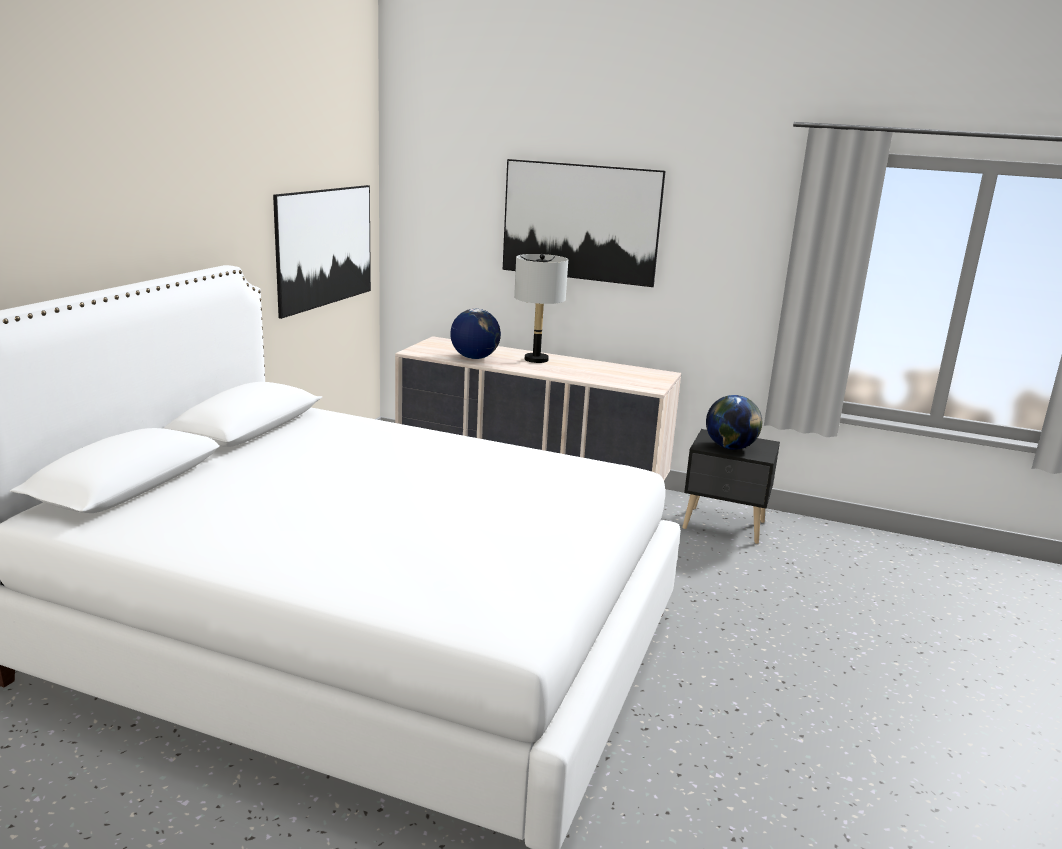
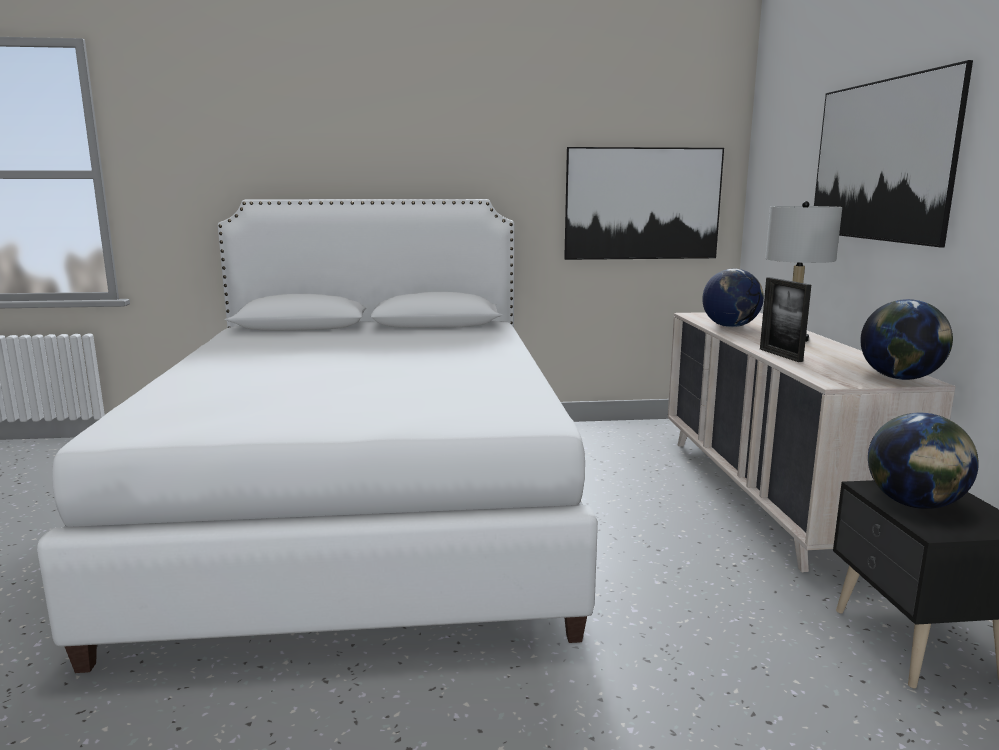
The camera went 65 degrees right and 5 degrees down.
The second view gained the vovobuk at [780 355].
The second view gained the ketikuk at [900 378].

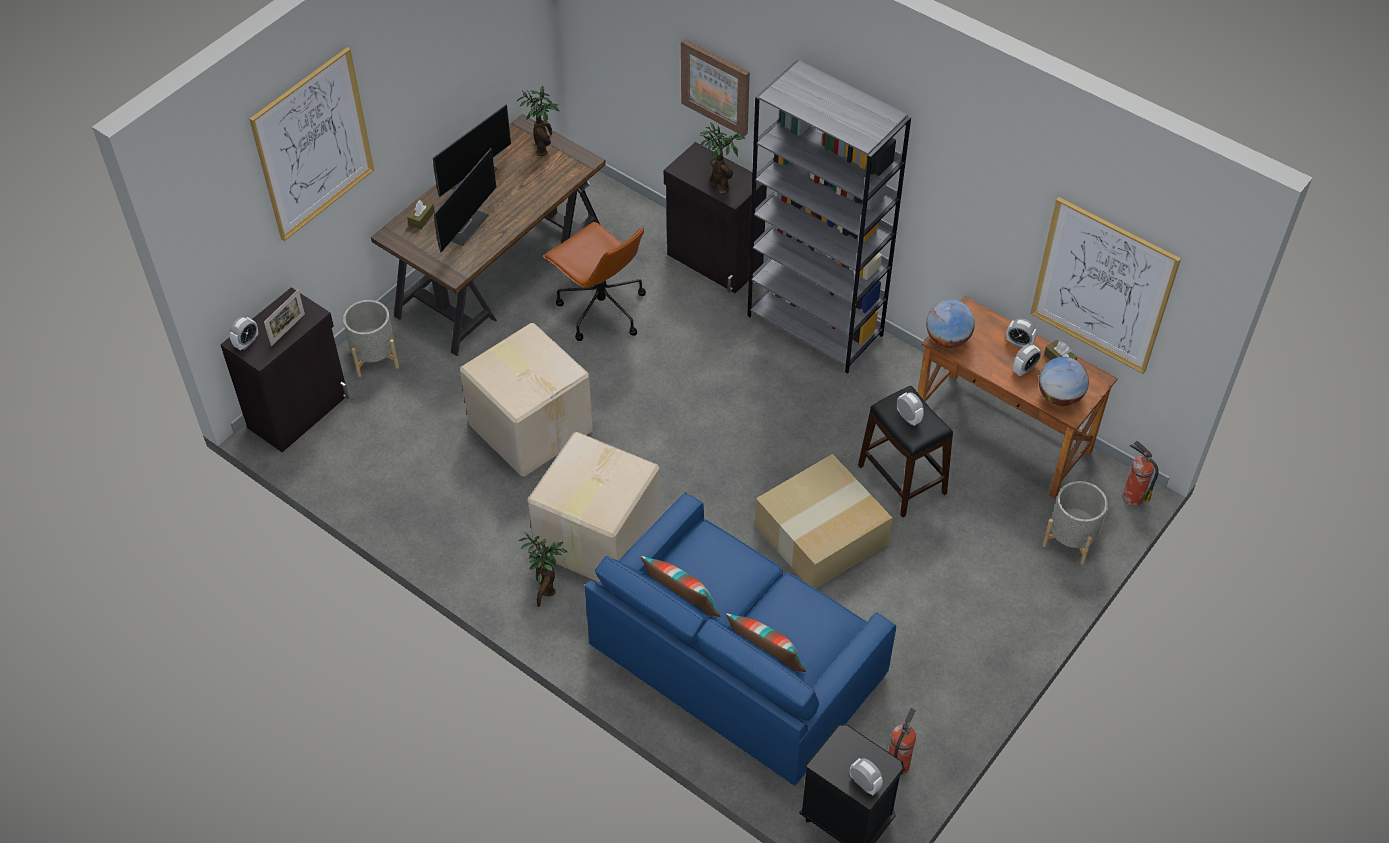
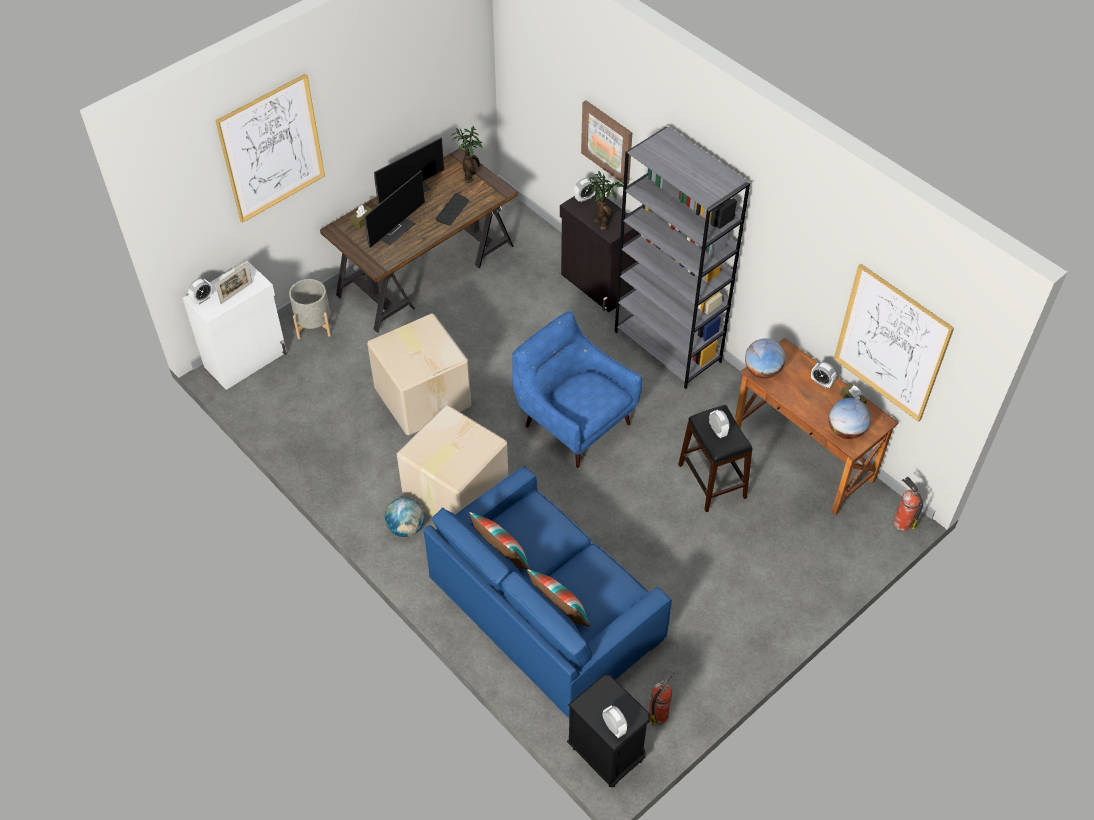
The camera went 10 degrees right and 0 degrees up.
What was the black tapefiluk at [300 411] turned into the white tapefiluk at [247 360].
Where the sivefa stood at [546 589], the ketikuk came to stand at [406 528].
The second view lost the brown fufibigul at [601 309].
The second view lost the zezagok at [821 536].
The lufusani ended up elsewhere, having gone from [1024 369] to [584 198].
The second view lost the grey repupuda at [1071 539].
The second view gained the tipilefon at [452 210].
The second view gained the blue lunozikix at [573 421].

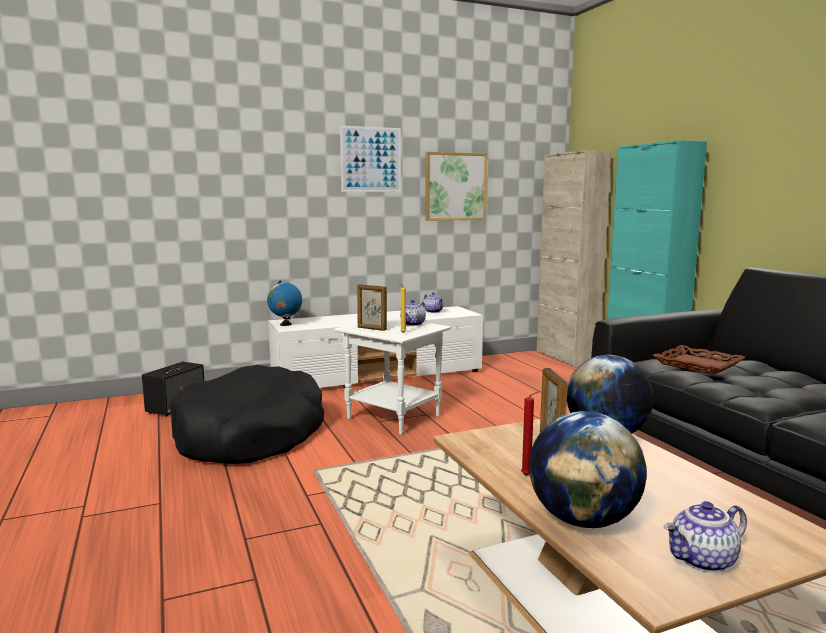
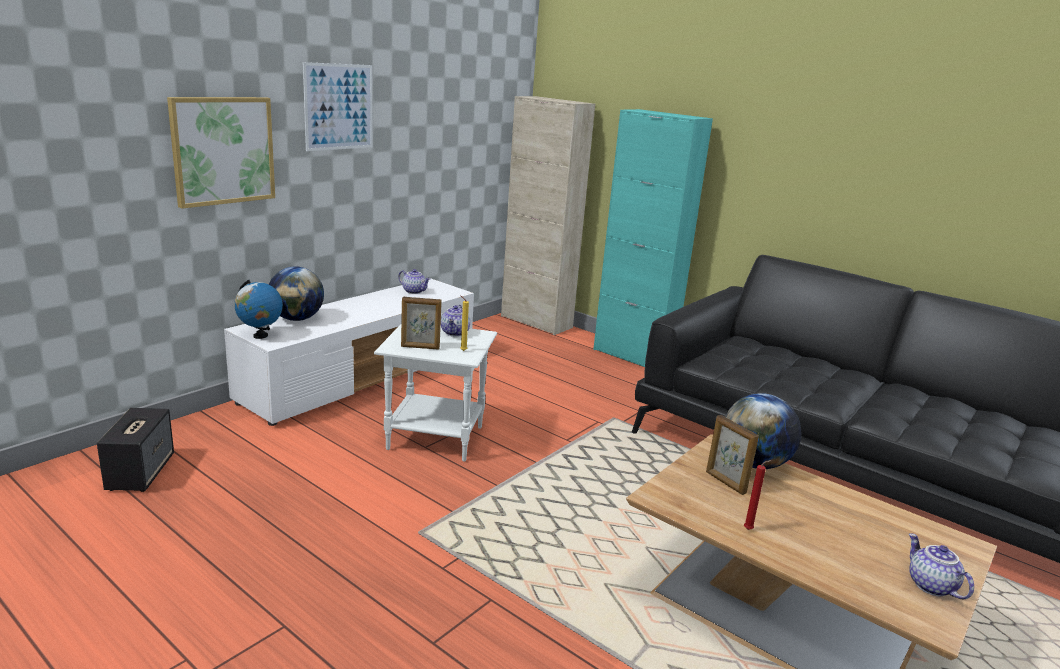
The camera went 30 degrees left and 10 degrees up.
The second view lost the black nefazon at [250 435].
The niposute ended up elsewhere, having gone from [455 186] to [223 150].
The ketikuk ended up elsewhere, having gone from [583 520] to [297 319].
The second view lost the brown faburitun at [697 365].
The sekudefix at [703 561] ended up facing another way, 120 degrees clockwise from before.

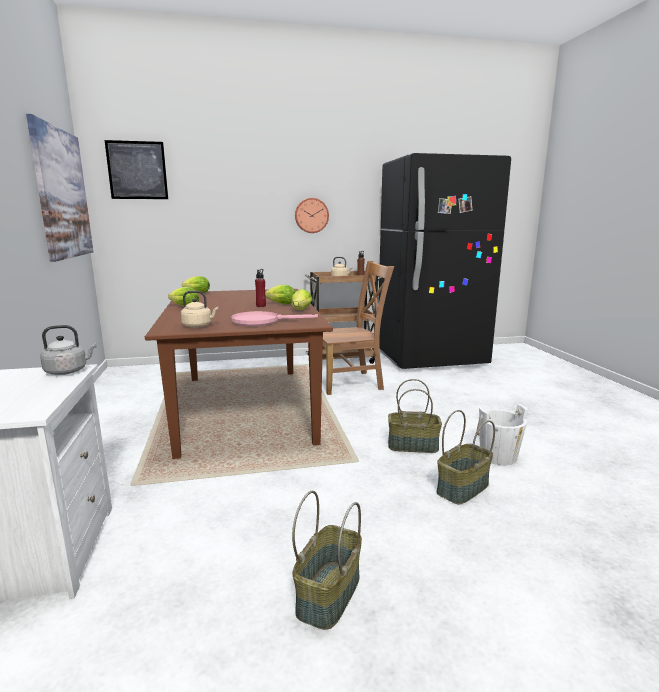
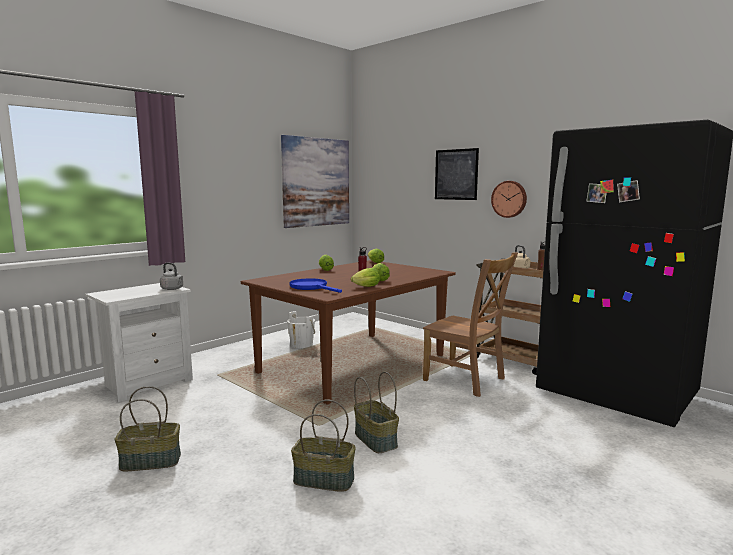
The camera went 55 degrees right and 5 degrees down.
The niposute ended up elsewhere, having gone from [137 170] to [456 174].
The second view lost the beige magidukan at [198 326].
What was the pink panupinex at [262 321] turned into the blue panupinex at [312 287].
The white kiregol ended up elsewhere, having gone from [498 456] to [301 345].

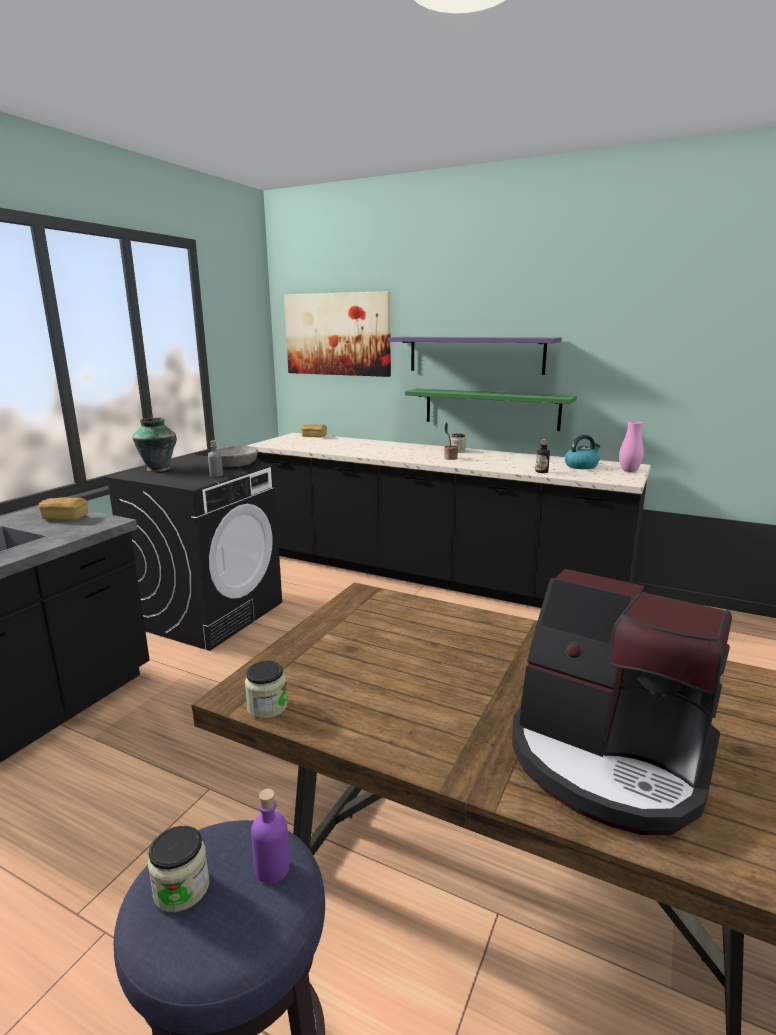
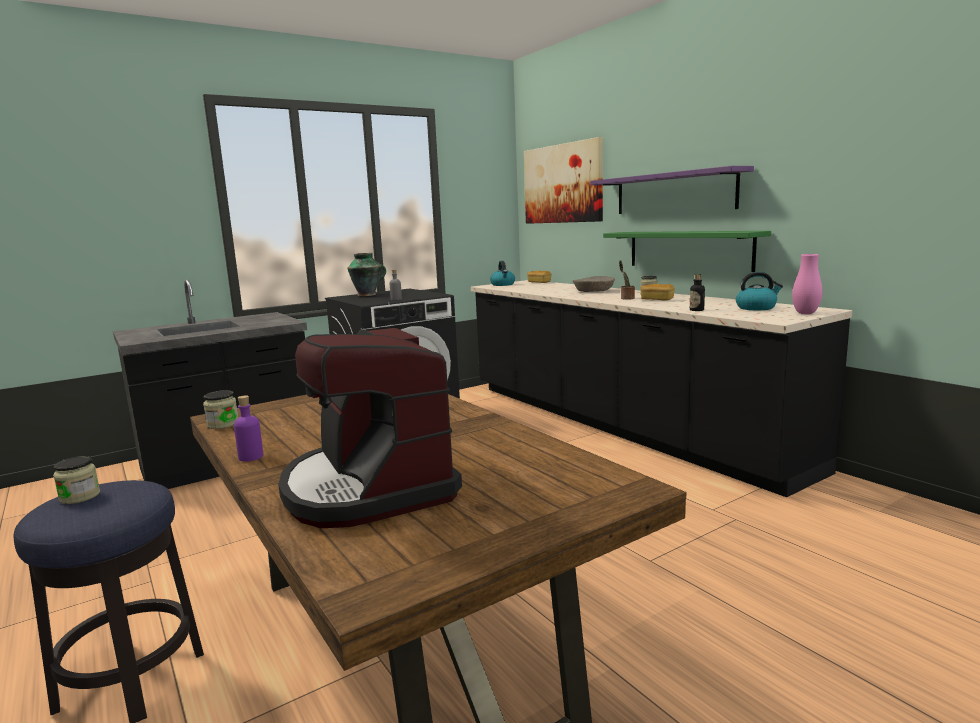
The camera went 30 degrees right and 5 degrees down.
The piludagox ended up elsewhere, having gone from [65 518] to [657 299].
The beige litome ended up elsewhere, having gone from [234 465] to [593 291].
The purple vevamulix ended up elsewhere, having gone from [272 868] to [251 457].
The second view gained the magidukan at [503 284].

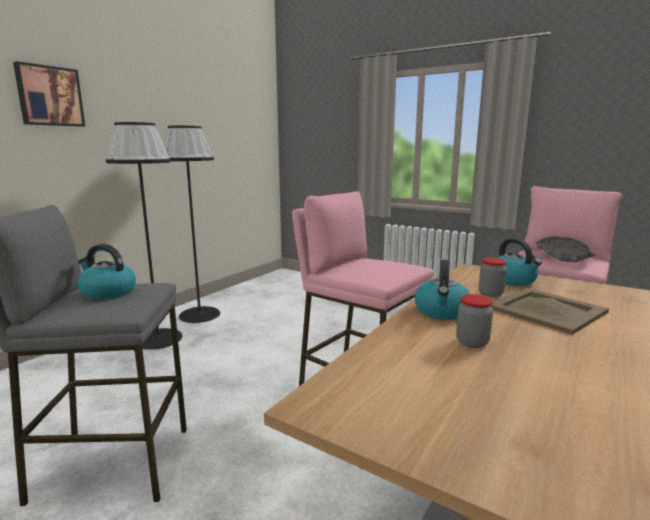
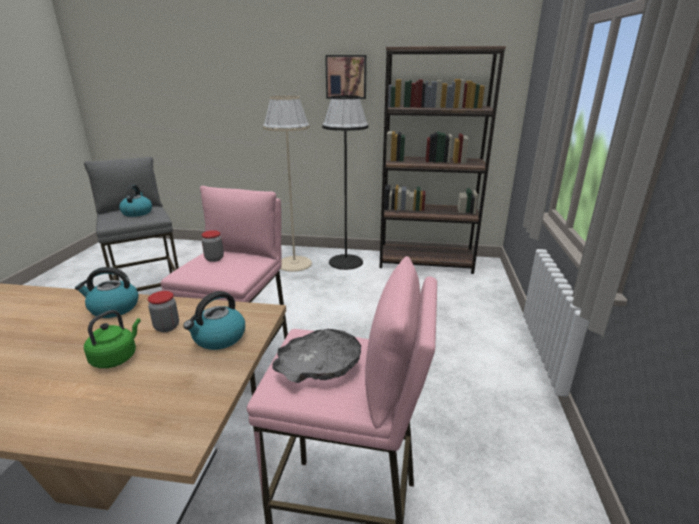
The camera went 65 degrees right and 10 degrees up.
The niposute ended up elsewhere, having gone from [49 96] to [346 77].
What was the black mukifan at [158 339] turned into the beige mukifan at [294 263].
The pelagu ended up elsewhere, having gone from [472 342] to [214 258].
Where the beige faburitun stood at [545 310], the green magidukan came to stand at [116 357].
The second view gained the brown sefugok at [426 263].

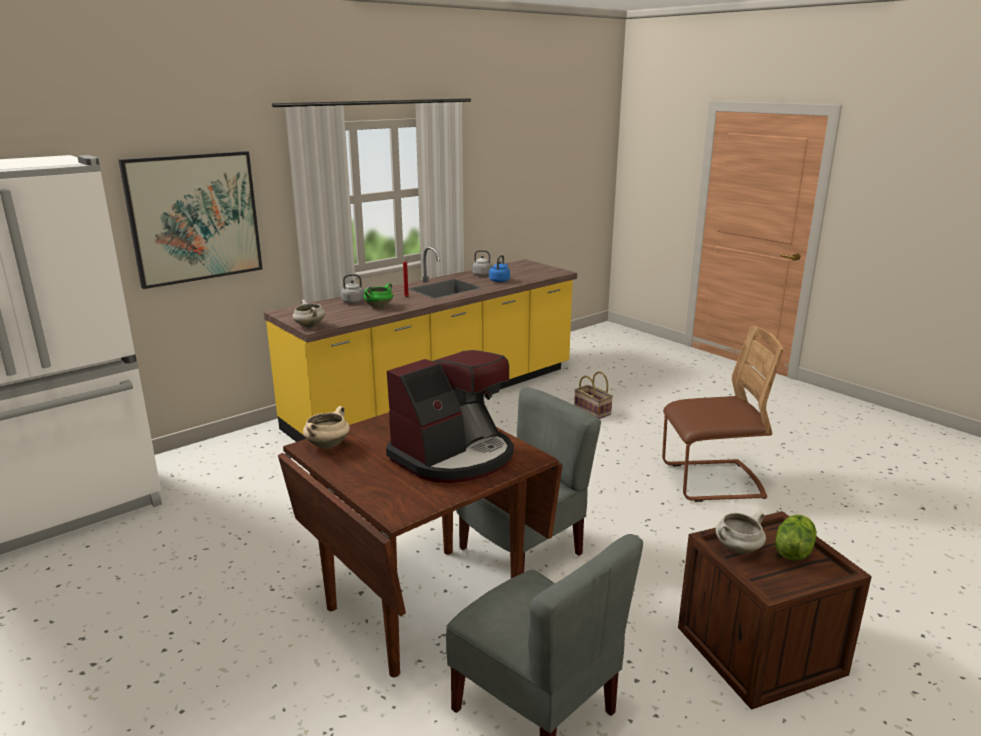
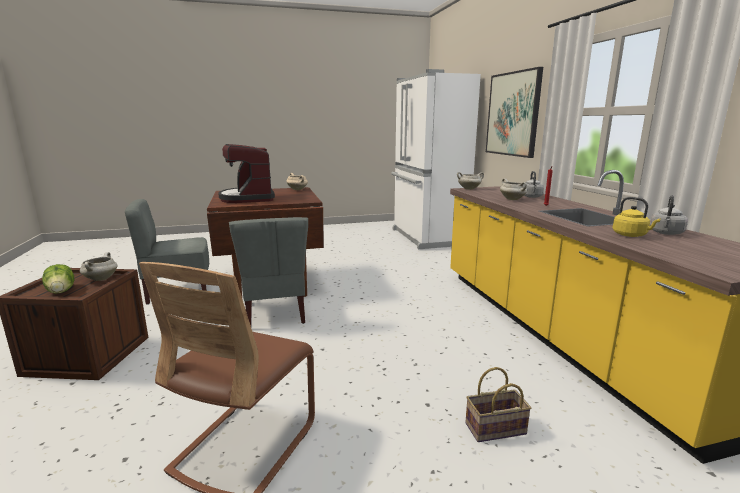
The camera went 115 degrees right and 5 degrees down.
What was the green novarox at [379 307] turned into the white novarox at [513 199].
What was the blue magidukan at [500 280] turned into the yellow magidukan at [631 235].

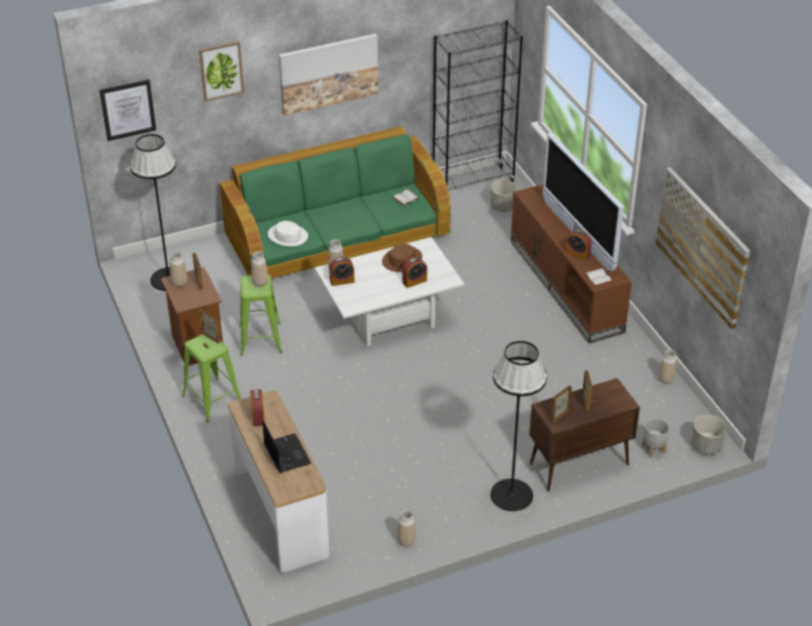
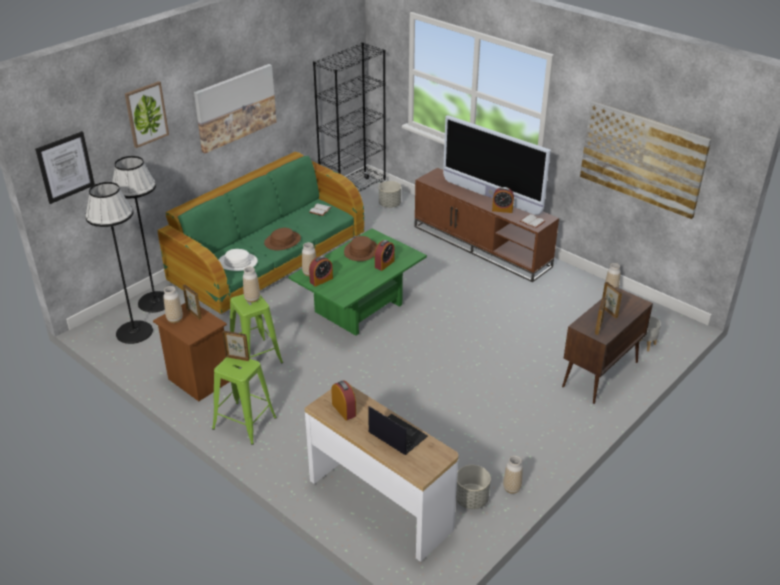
The camera went 25 degrees left and 5 degrees down.
What was the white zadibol at [389 320] turned into the green zadibol at [359 309].
The black mukifan ended up elsewhere, having gone from [511 494] to [155 302].
The grey repupuda ended up elsewhere, having gone from [706 447] to [471 499].
The second view gained the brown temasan at [282 241].

